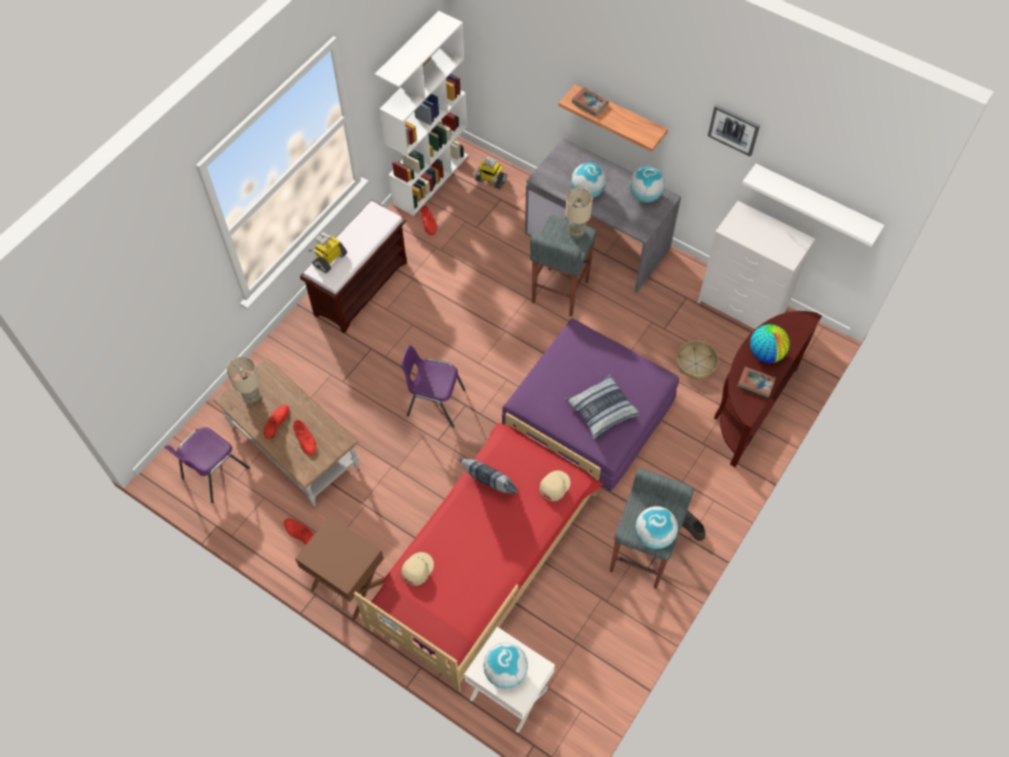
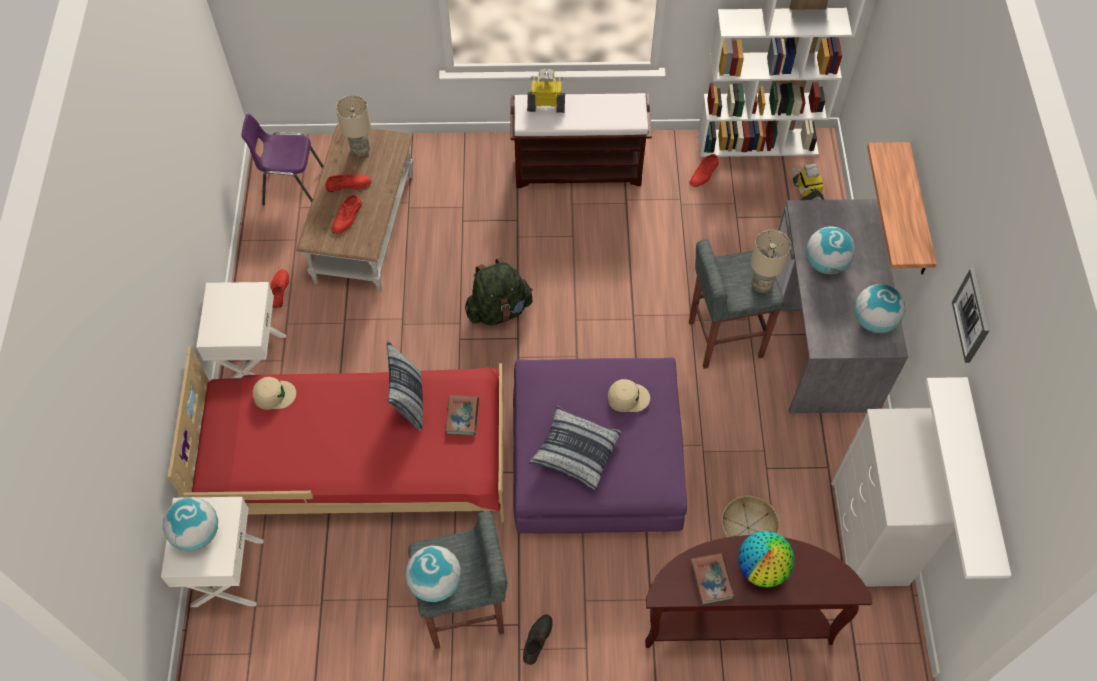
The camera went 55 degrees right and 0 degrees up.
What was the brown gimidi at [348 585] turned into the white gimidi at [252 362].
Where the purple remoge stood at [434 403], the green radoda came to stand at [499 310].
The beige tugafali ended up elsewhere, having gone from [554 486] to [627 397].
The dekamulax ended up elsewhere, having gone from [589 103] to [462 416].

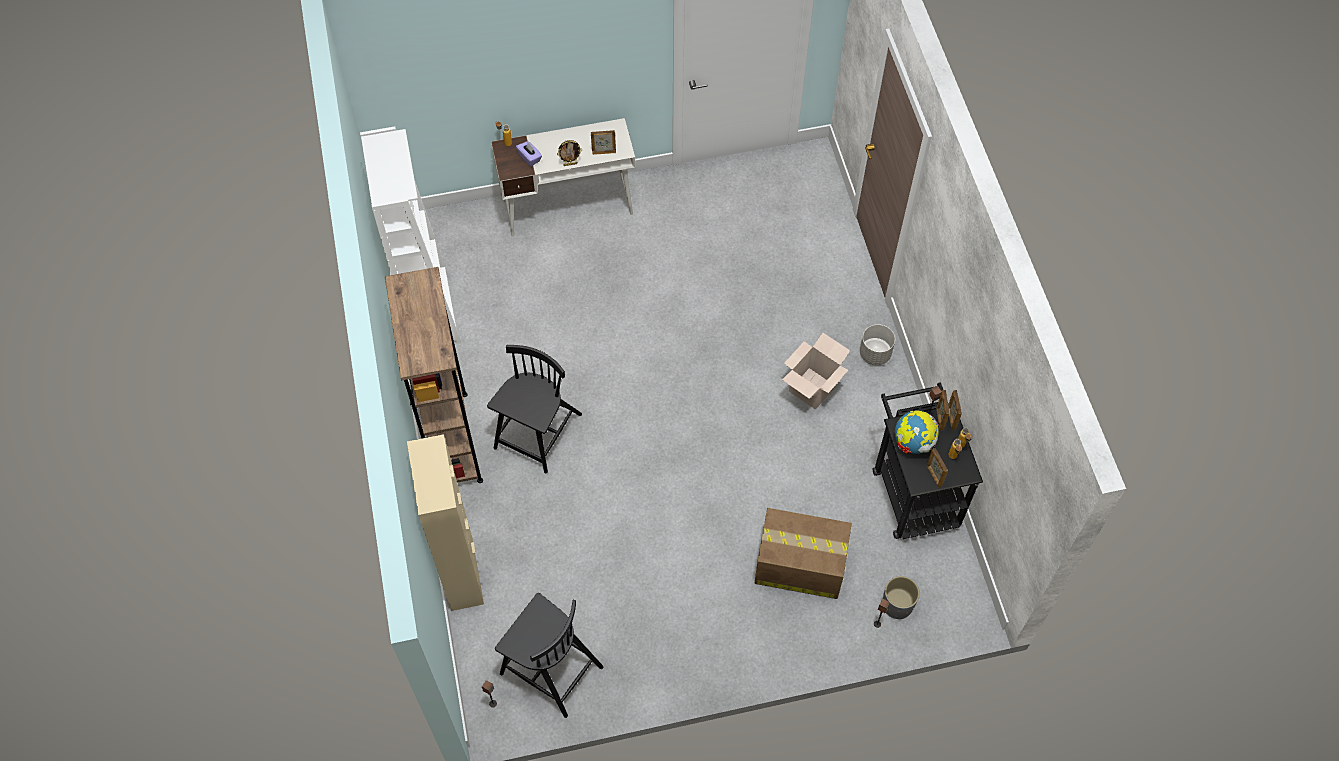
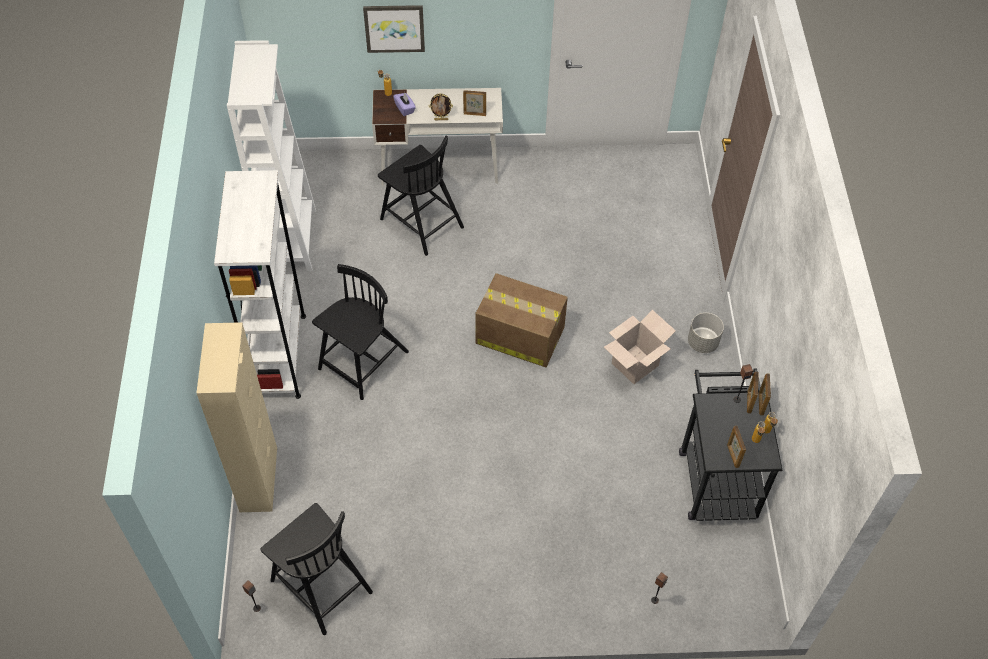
The camera went 10 degrees right and 5 degrees down.
What was the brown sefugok at [451 441] turned into the white sefugok at [281 356].
The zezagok ended up elsewhere, having gone from [798 565] to [519 335].
The second view lost the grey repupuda at [897 605].
The second view lost the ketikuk at [913 443].
The second view gained the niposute at [394 28].
The second view gained the black remoge at [421 222].

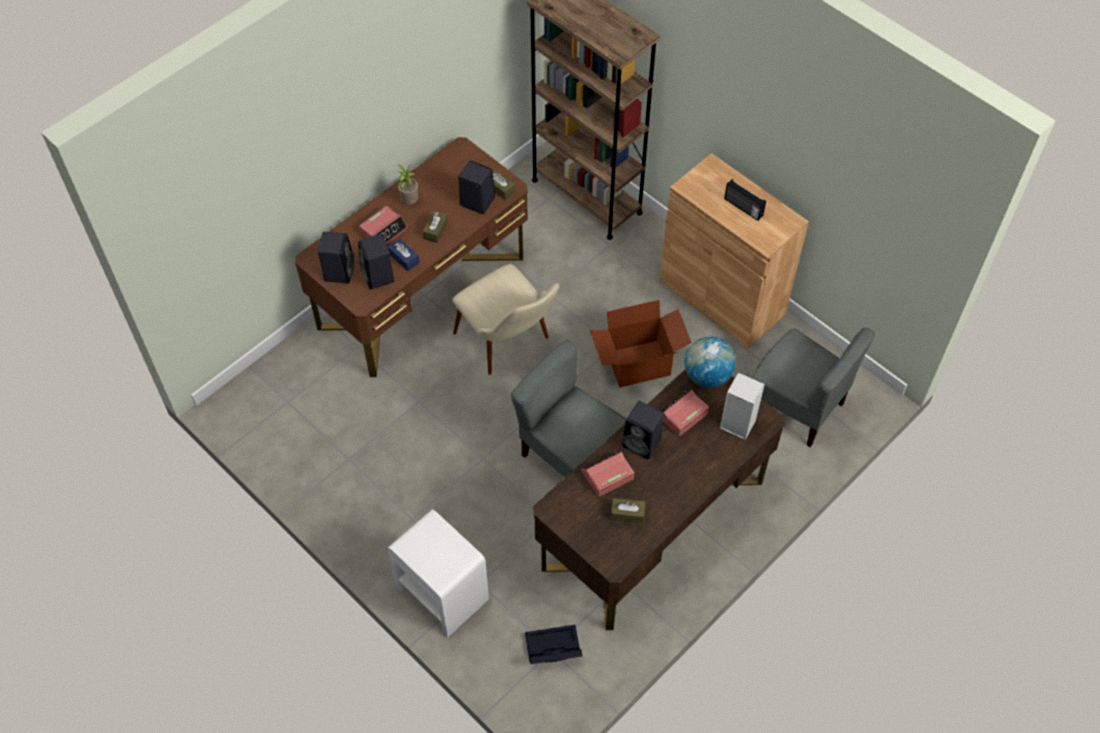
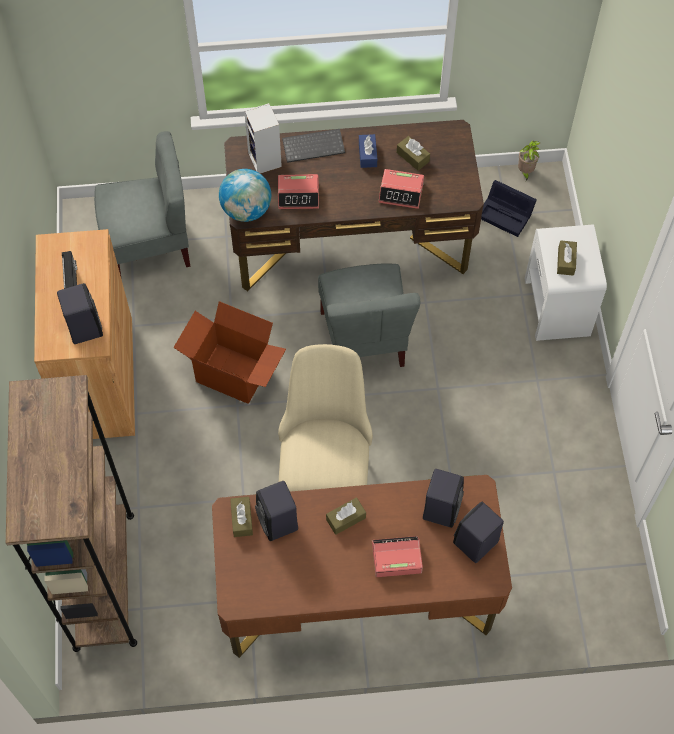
The camera went 140 degrees left and 5 degrees up.
The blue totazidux ended up elsewhere, having gone from [404 258] to [367 155].
The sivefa ended up elsewhere, having gone from [409 201] to [525 172].
The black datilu ended up elsewhere, having gone from [643 443] to [83 326].
The grey remoge at [796 407] ended up facing another way, 90 degrees clockwise from before.
The second view gained the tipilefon at [314 145].
The second view gained the brown totazidux at [566 261].

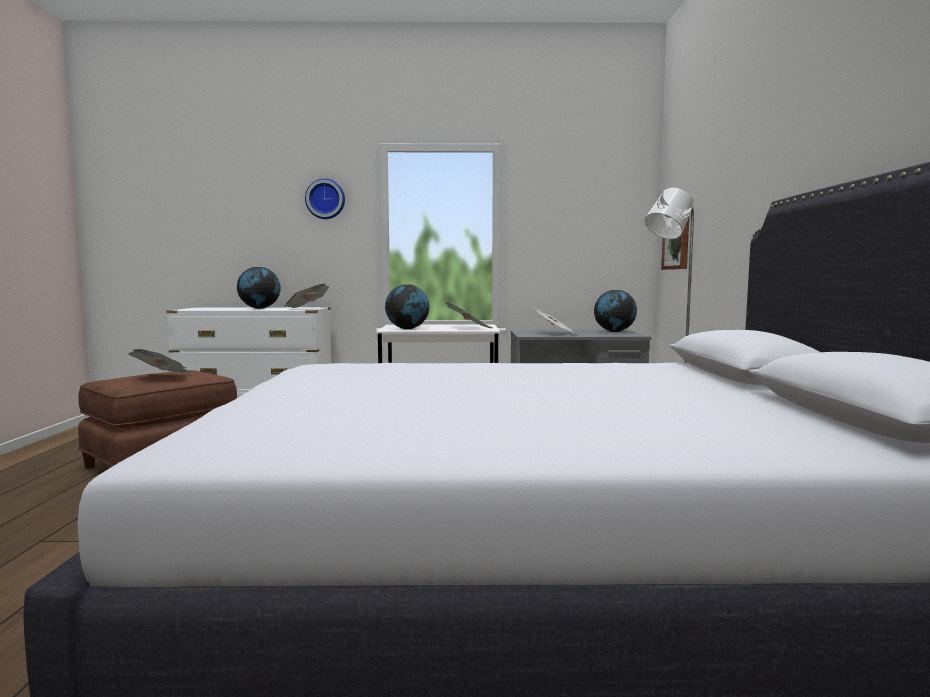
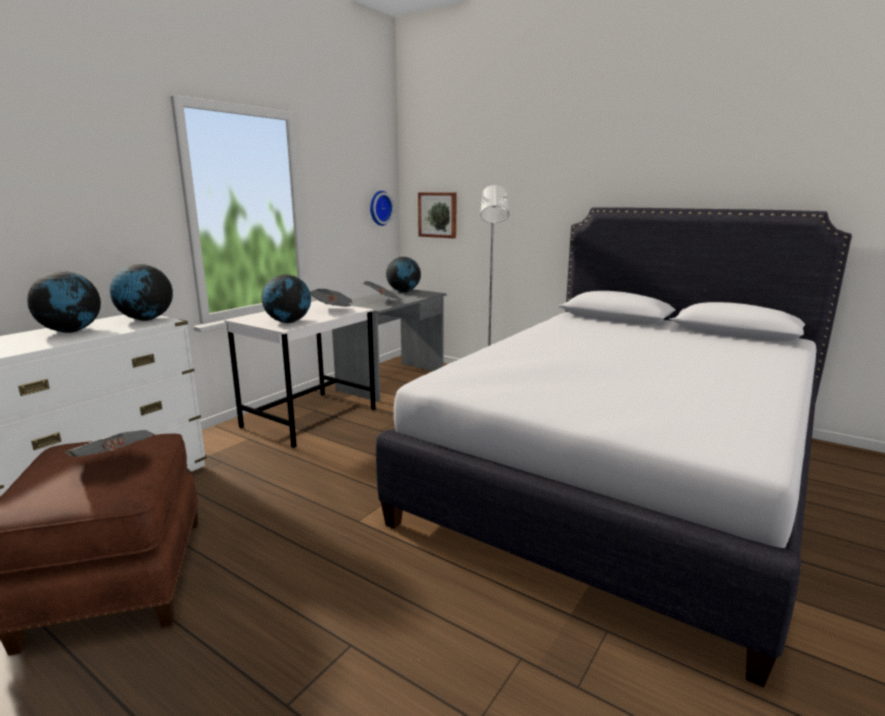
The camera went 55 degrees left and 10 degrees up.
Where the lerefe stood at [306 308], the ketikuk came to stand at [146 319].
The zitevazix ended up elsewhere, having gone from [325 199] to [379 208].

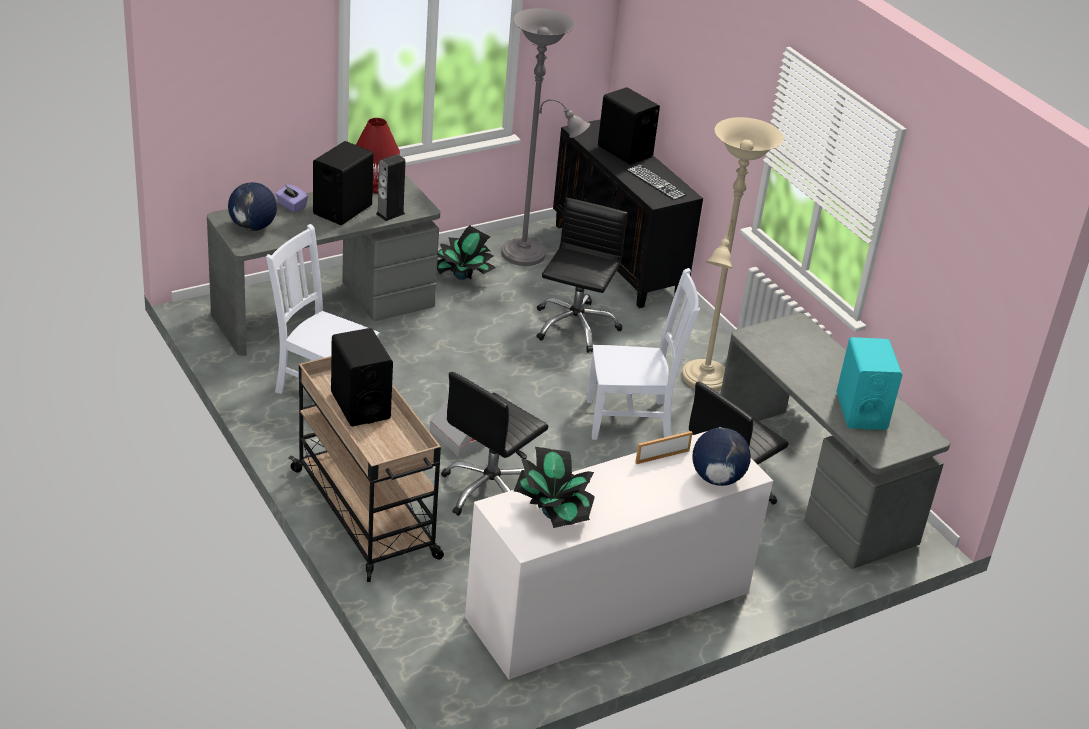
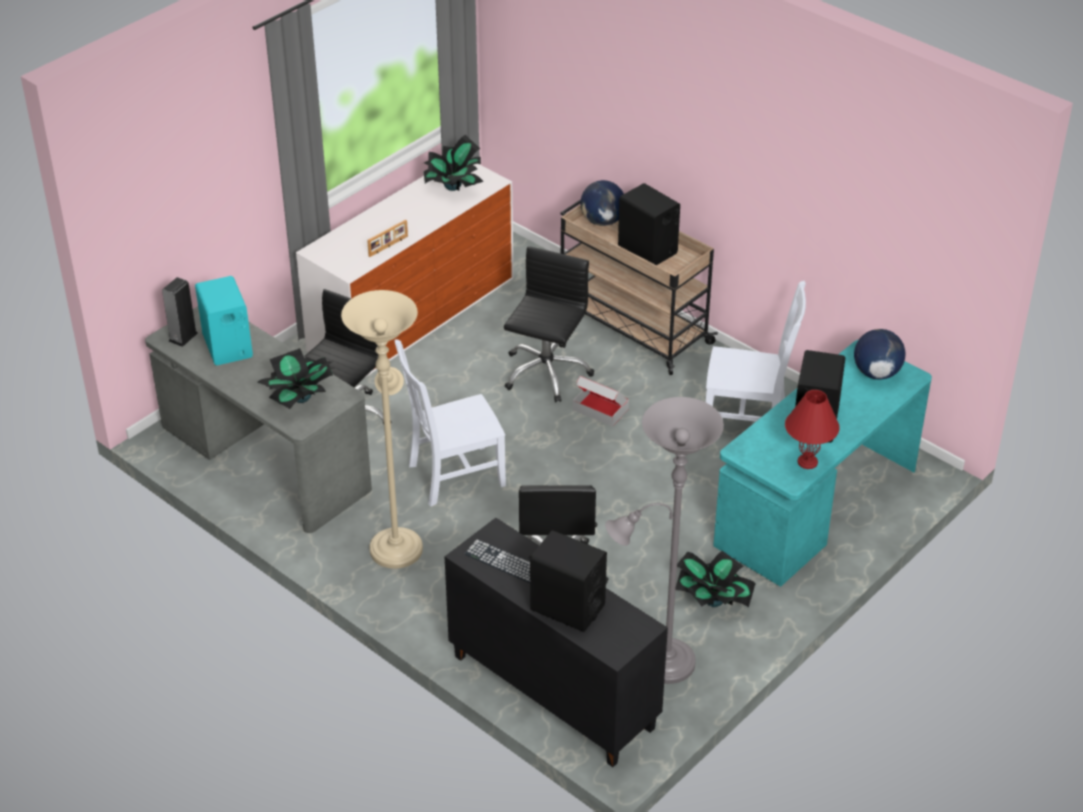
The camera went 165 degrees right and 5 degrees up.
What was the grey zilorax at [324 310] turned into the turquoise zilorax at [817 507].
The second view lost the purple totazidux at [291 206].
The datilu ended up elsewhere, having gone from [390 214] to [183 337].
The ketikuk ended up elsewhere, having gone from [716 478] to [602 221].
The second view gained the sivefa at [300 398].

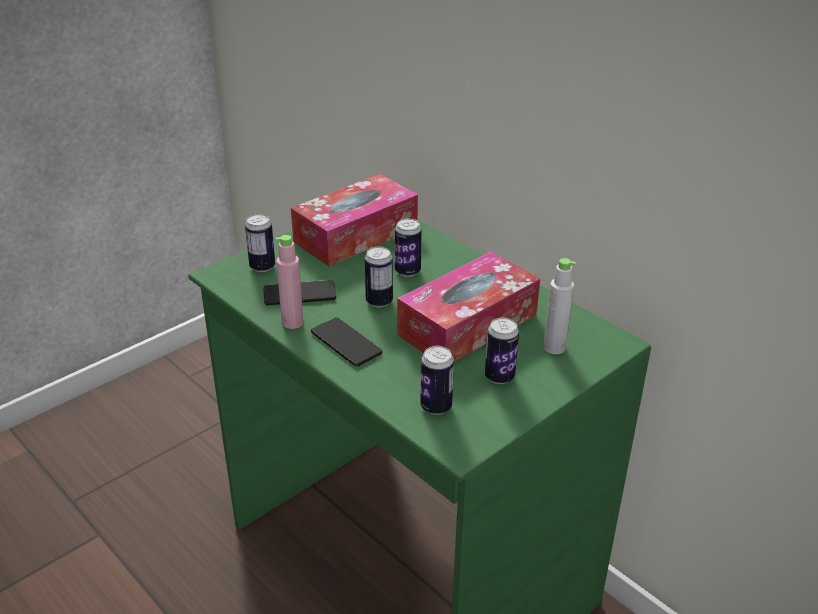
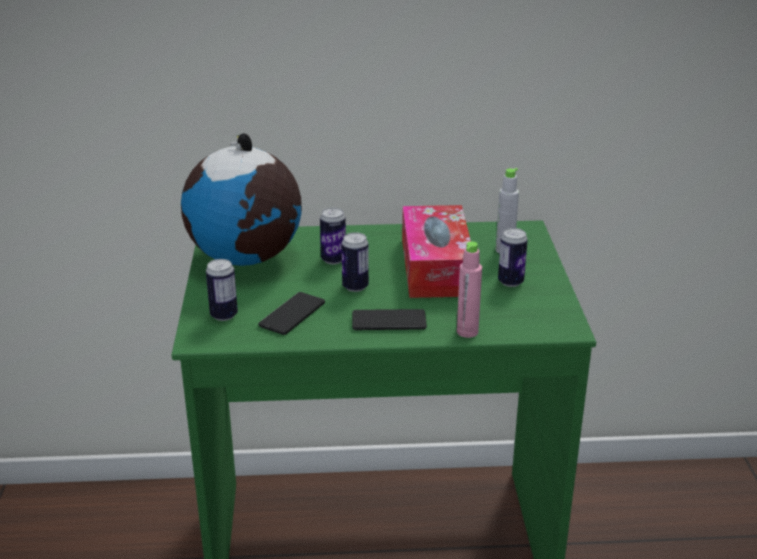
The camera went 50 degrees left and 5 degrees down.
The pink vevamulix ended up elsewhere, having gone from [292 322] to [467 332].
Where the totazidux stood at [356 235], the ketikuk came to stand at [246 258].
The second view lost the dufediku at [436 407].

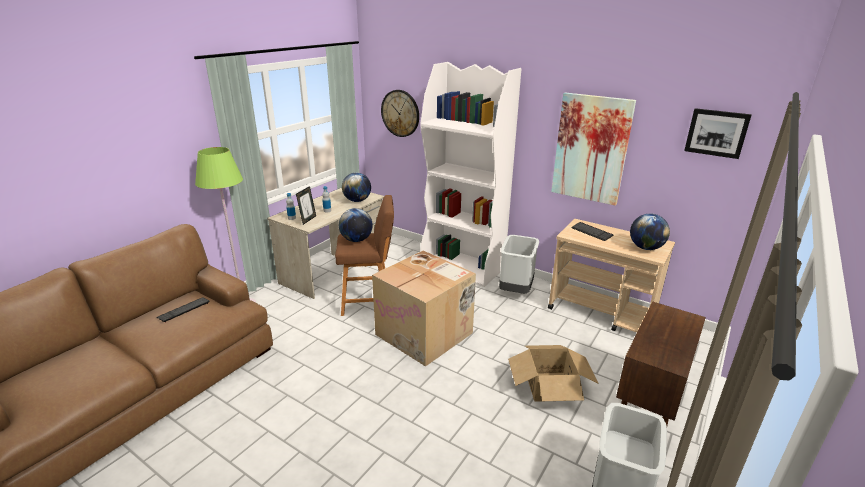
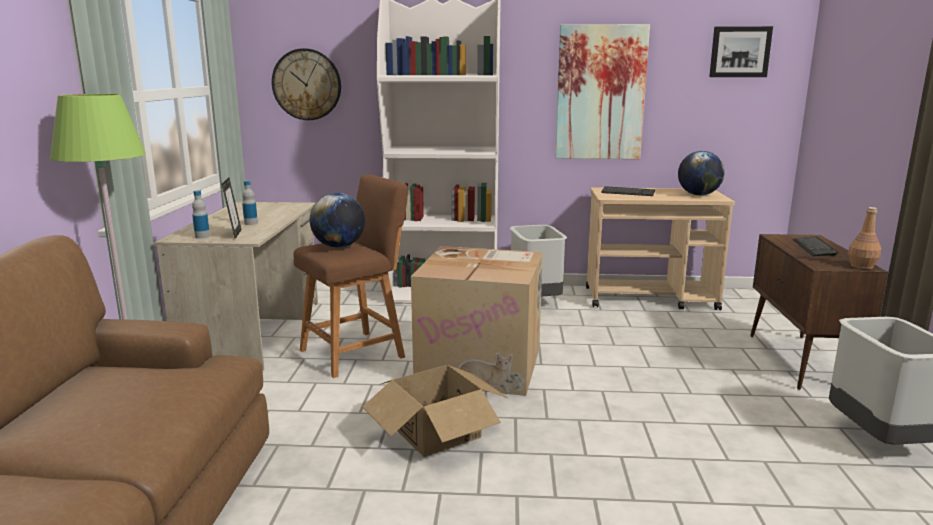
The camera went 30 degrees left and 10 degrees down.
The tipilefon ended up elsewhere, having gone from [184 310] to [814 248].
The second view lost the ketikuk at [357 201].
The zezagok ended up elsewhere, having gone from [549 386] to [436 431].
The second view gained the brown vevamulix at [861 266].

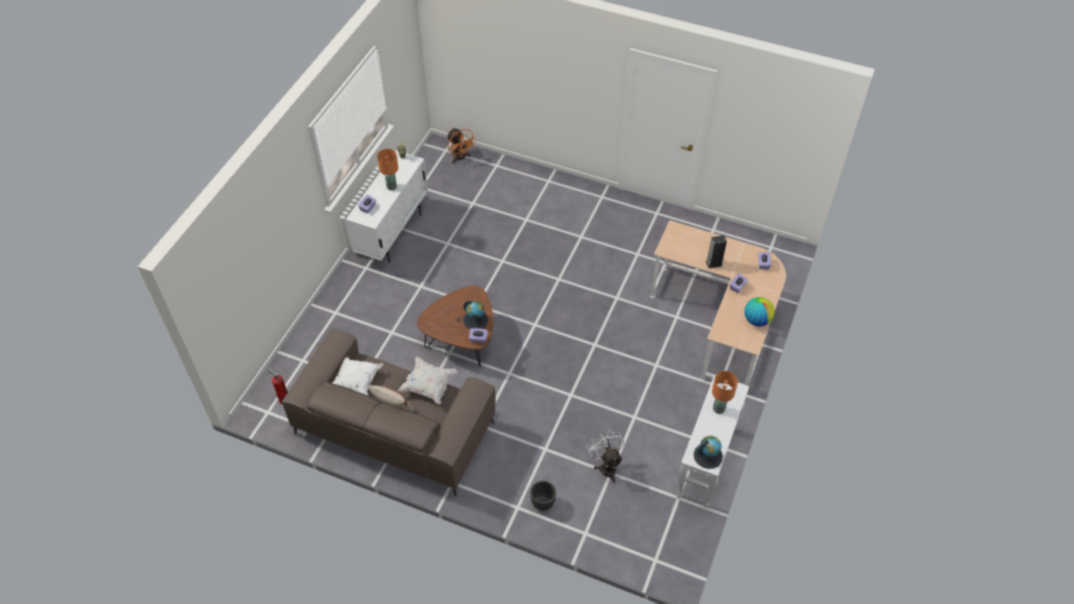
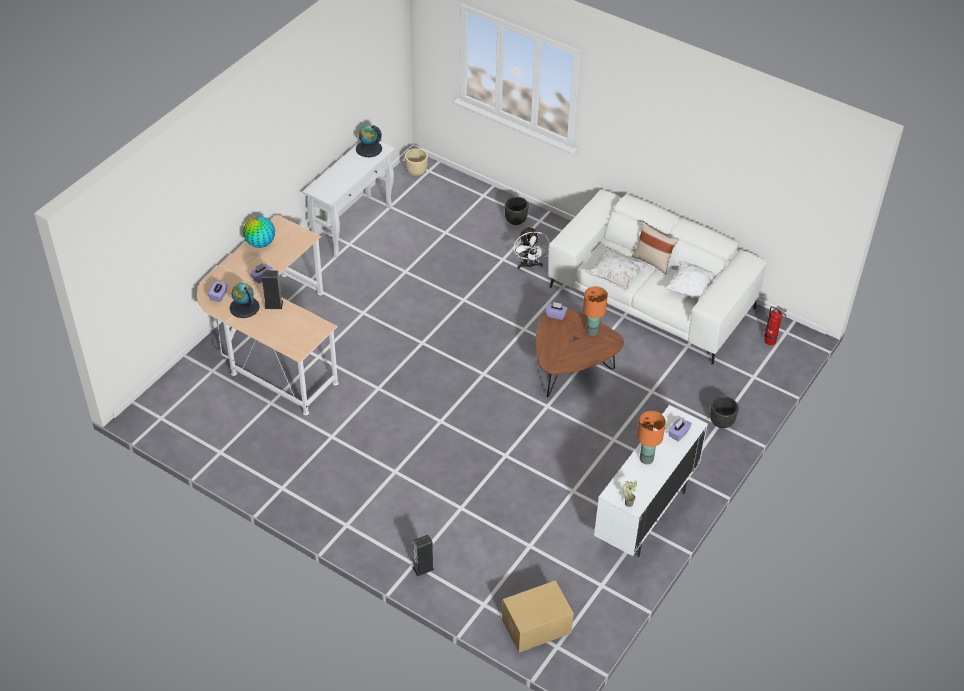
The camera went 170 degrees left and 5 degrees down.
What was the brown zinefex at [395 427] turned into the white zinefex at [651 298].
Where the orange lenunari stood at [460 158], the zezagok came to stand at [536 627].
The ketikuk ended up elsewhere, having gone from [475 320] to [244 307].
The white lenunari ended up elsewhere, having gone from [606 466] to [529 265].
The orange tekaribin ended up elsewhere, having gone from [718 409] to [592 331].
The second view gained the beige repupuda at [416 171].
The second view gained the datilu at [423 568].
The second view gained the black repupuda at [721 422].

